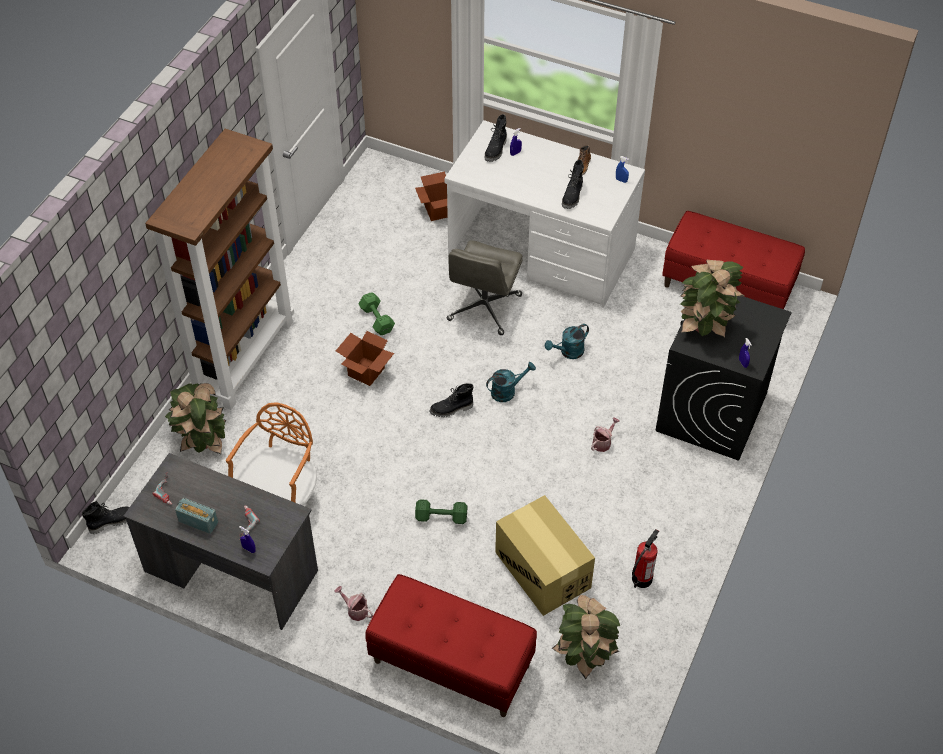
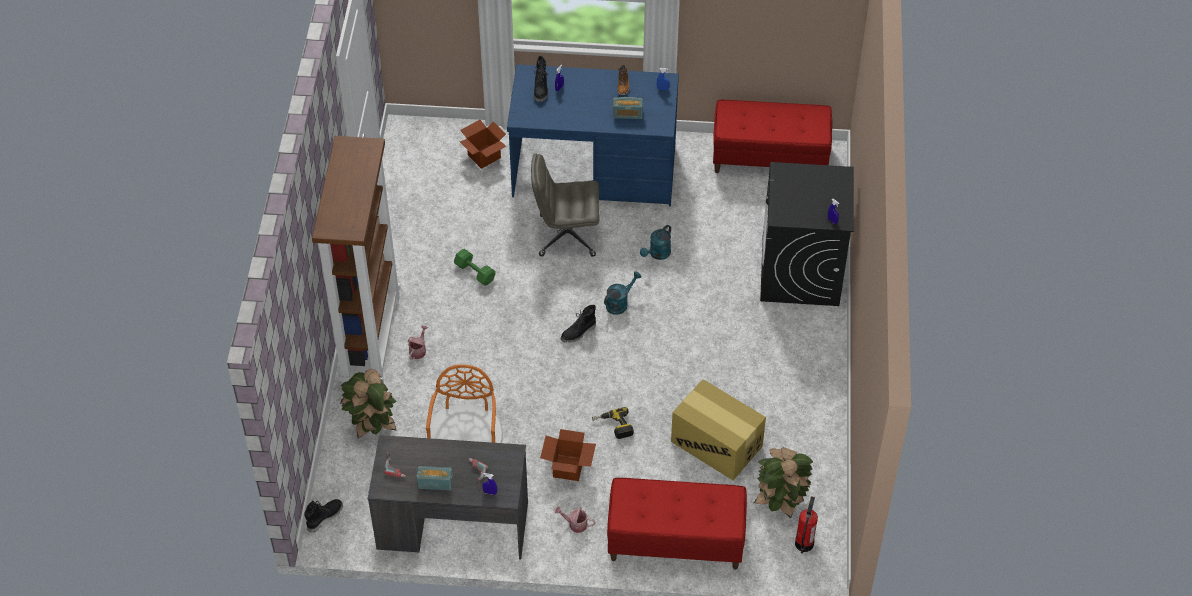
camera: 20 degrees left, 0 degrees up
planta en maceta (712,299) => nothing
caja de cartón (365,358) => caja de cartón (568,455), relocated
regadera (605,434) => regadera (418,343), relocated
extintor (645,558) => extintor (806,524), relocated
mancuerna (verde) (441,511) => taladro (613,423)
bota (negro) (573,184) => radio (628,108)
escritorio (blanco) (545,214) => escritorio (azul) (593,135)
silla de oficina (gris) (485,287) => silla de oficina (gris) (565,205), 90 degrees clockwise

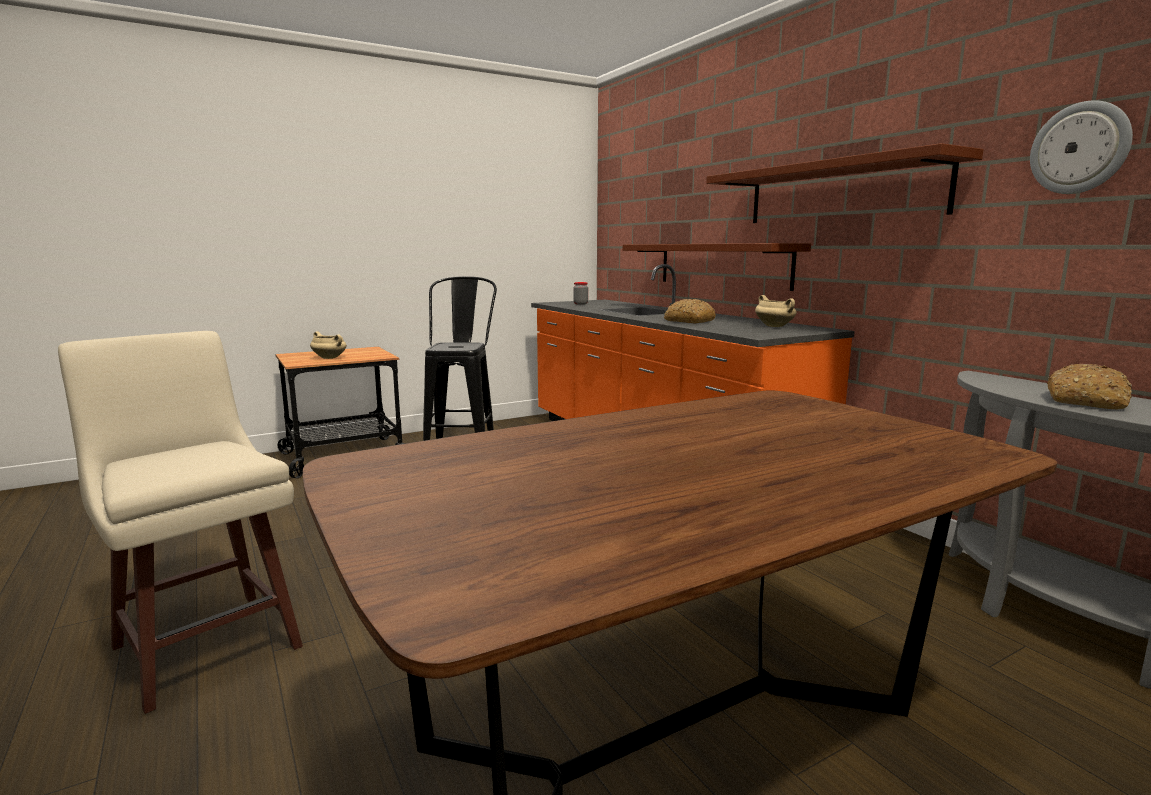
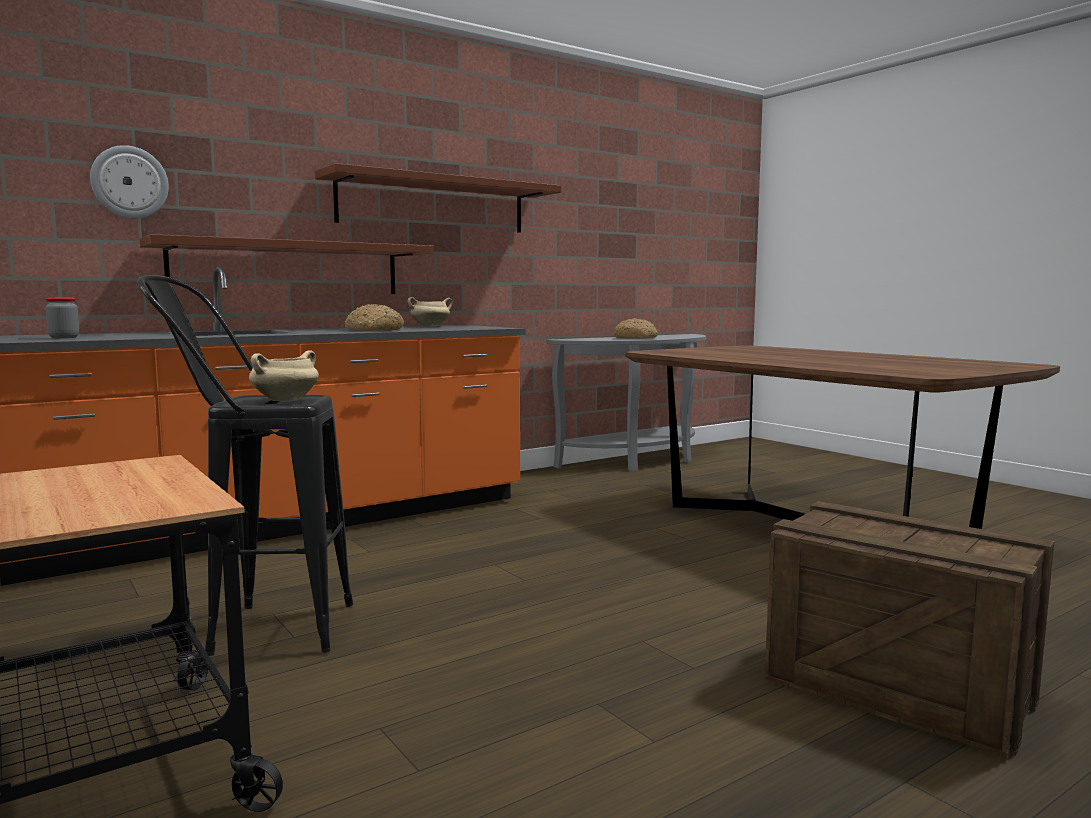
camera: 95 degrees left, 5 degrees down
olla (beis) (328,345) => olla (beis) (284,376), relocated
reloj de pared (1081,147) => reloj de pared (129,181), relocated
taburete (beis) (180,522) => caja de embalaje (910,629)

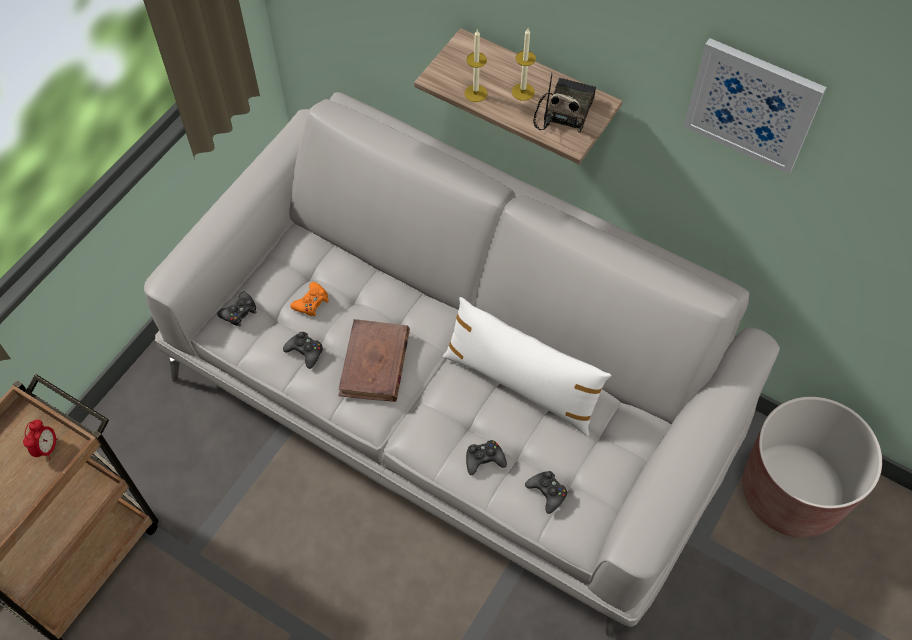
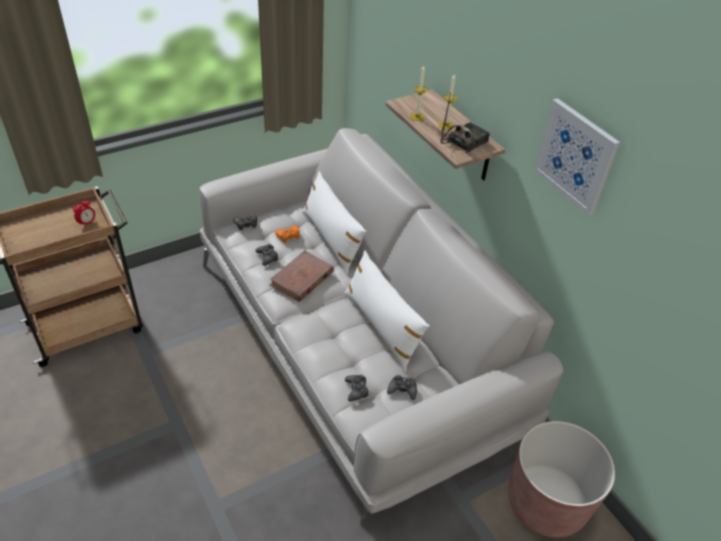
camera: 25 degrees right, 15 degrees down
nothing => cojín (blanco) (334,223)
mando de consola (negro) (486,457) => mando de consola (negro) (402,387), relocated

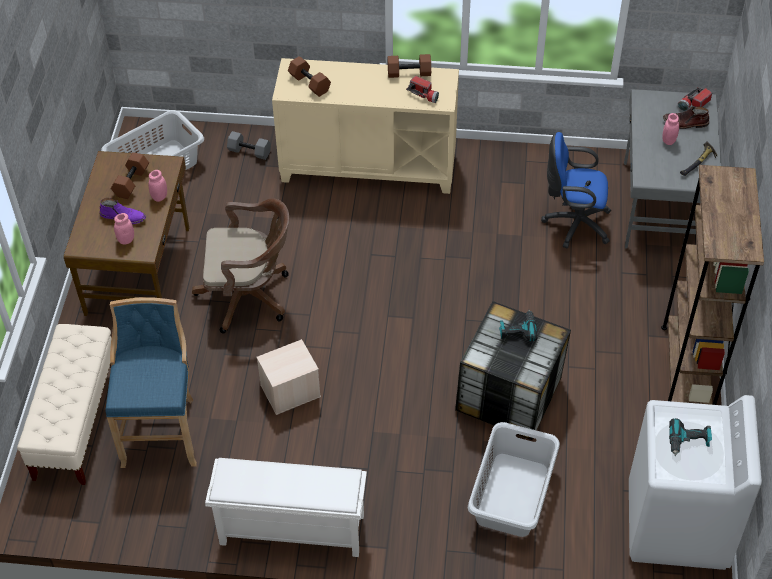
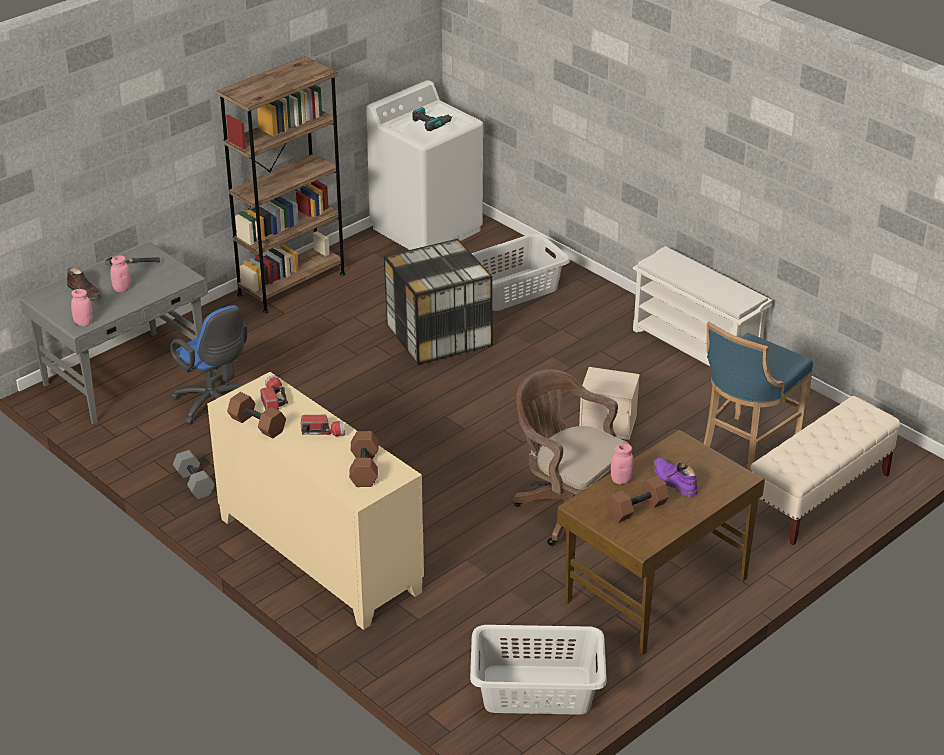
camera: 140 degrees left, 15 degrees down
taladro (518,326) => nothing
tarro (rosa) (124,228) => tarro (rosa) (82,307), relocated
mancuerna (gris) (249,145) => mancuerna (gris) (194,474), relocated
linterna (695,99) => linterna (323,425), relocated

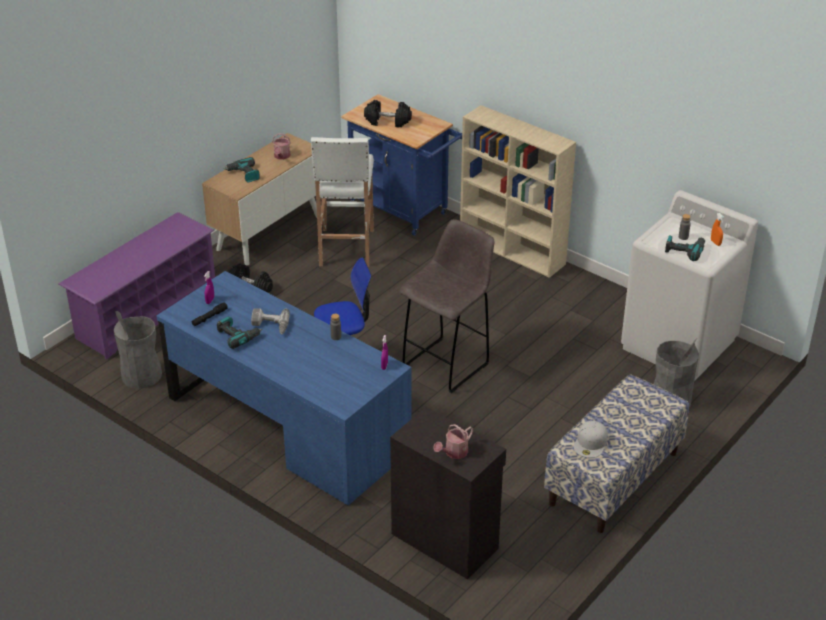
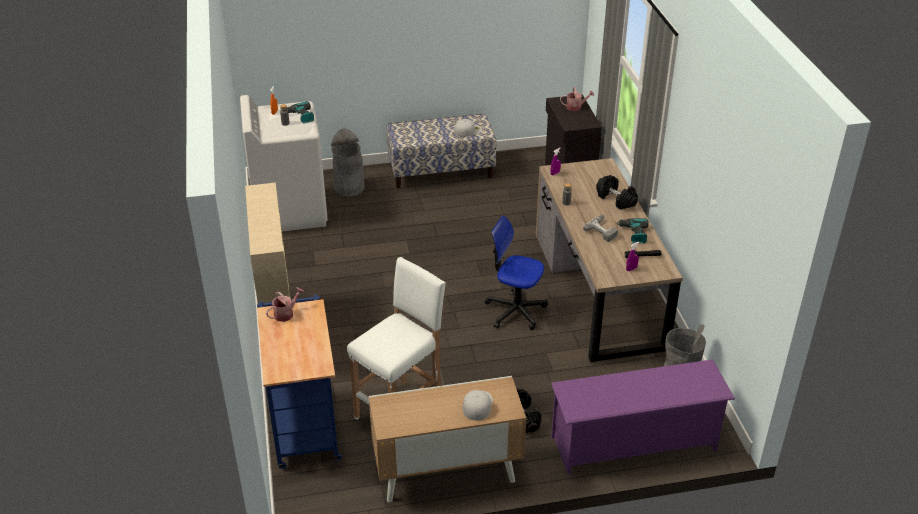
camera: 140 degrees left, 0 degrees up
taburete (gris) (446,306) => nothing
regadera (281,146) => regadera (285,304), relocated
mancuerna (negro) (388,113) => mancuerna (negro) (617,192), relocated
taladro (242,169) => gorra (blanco) (478,405)
escritorio (azul) (284,388) => escritorio (marrón) (609,260)

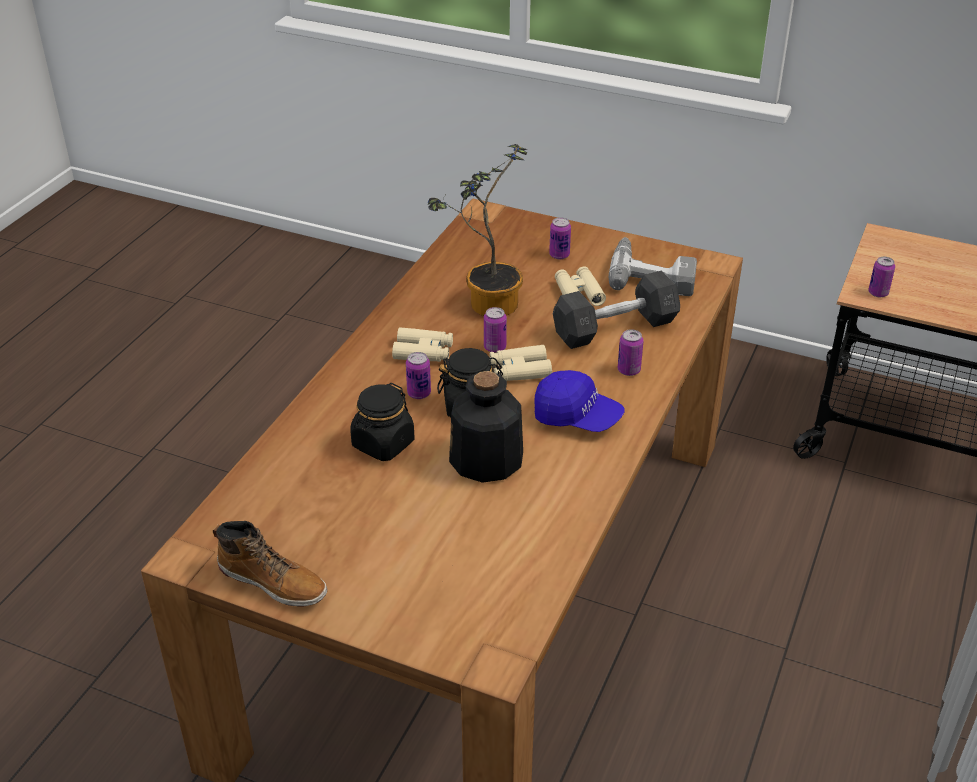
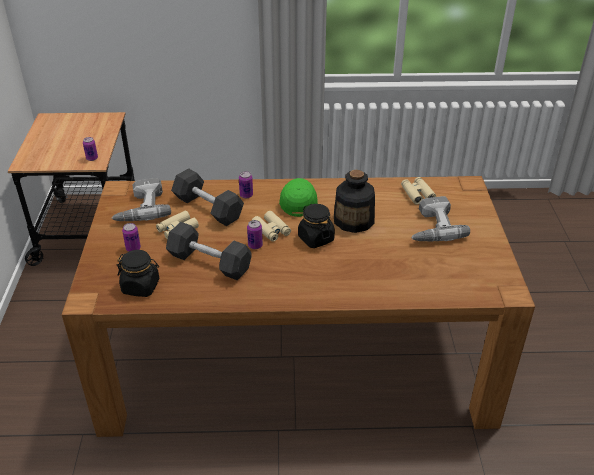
camera: 115 degrees left, 0 degrees up
bota (270,564) => nothing
lata (418,375) => nothing
nothing => taladro (440,218)
tarro (negro) (382,422) => tarro (negro) (138,273), relocated
prismáticos (beis) (422,344) => prismáticos (beis) (418,191), relocated
planta en maceta (477,230) => mancuerna (gris) (209,251)
gorra (azul) (579,401) => gorra (verde) (298,197)

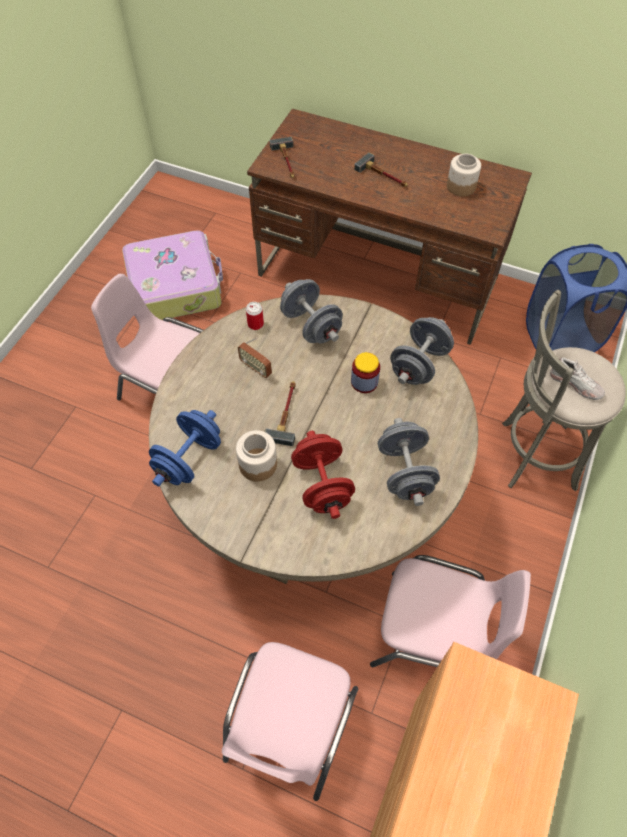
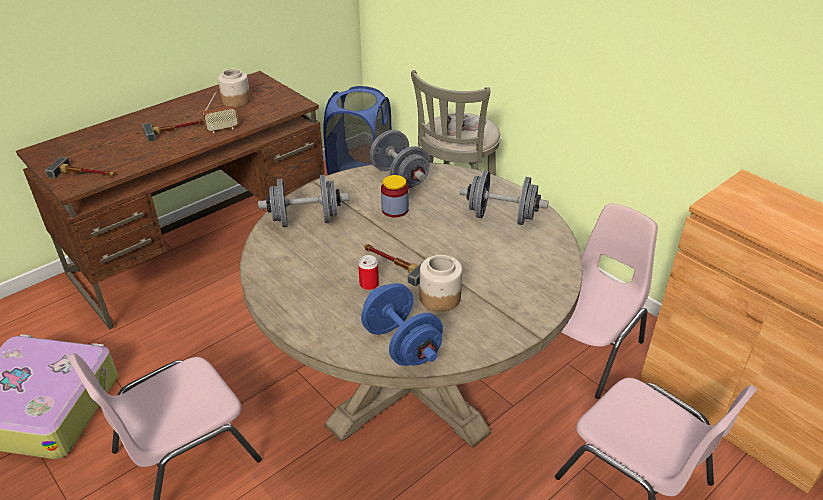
camera: 65 degrees left, 20 degrees down
mancuerna (rojo) (323,475) => nothing
radio (255,358) => radio (220,112), relocated
lata (255,316) => lata (368,272), relocated

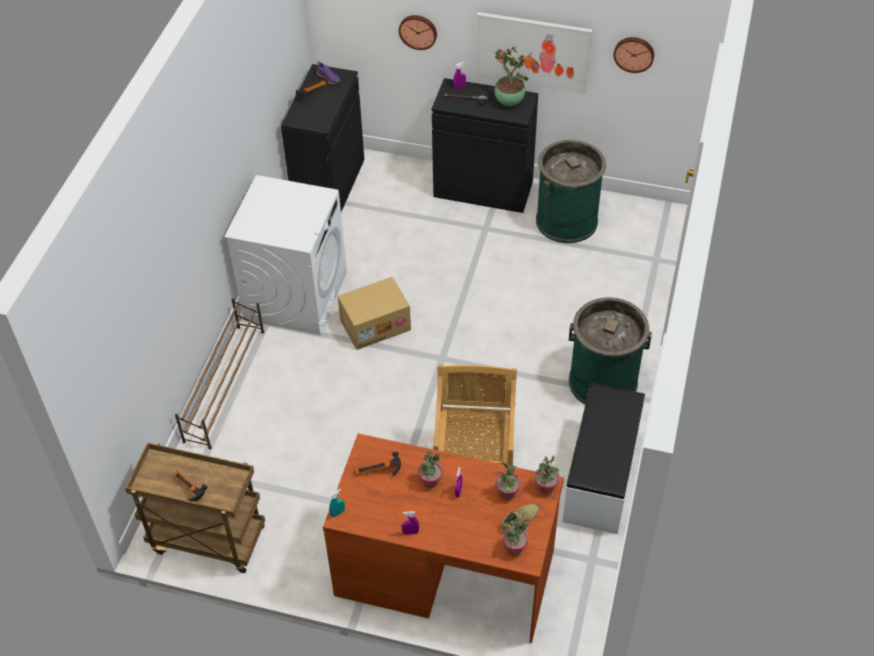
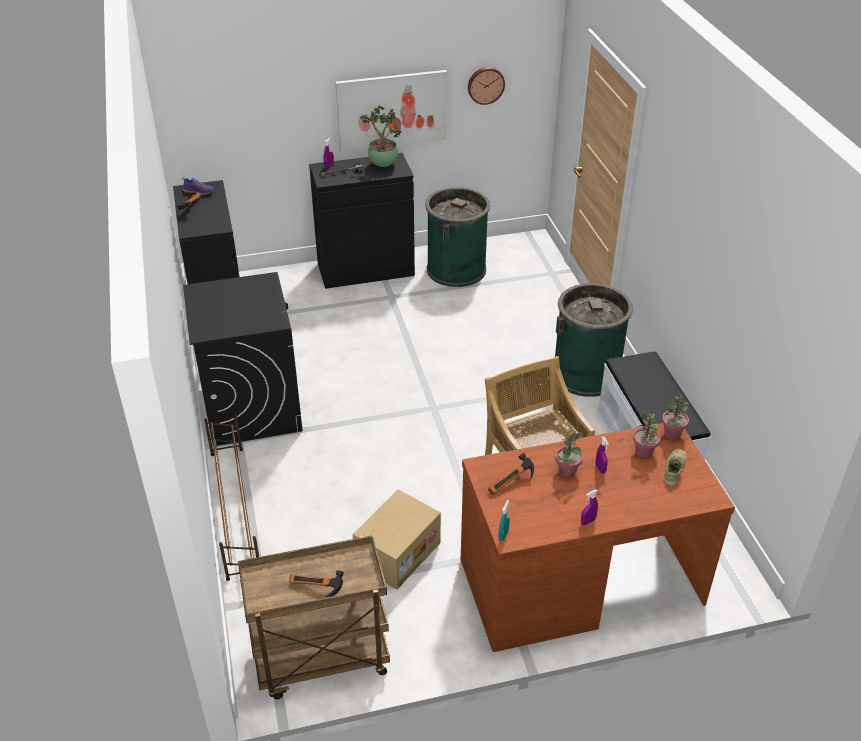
camera: 30 degrees left, 10 degrees down
reloj de pared (418,32) => nothing
planta en maceta (515,536) => nothing
caja de cartón (374,313) => caja de cartón (397,540), relocated
lavadora (blanco) (285,255) => lavadora (negro) (243,359)

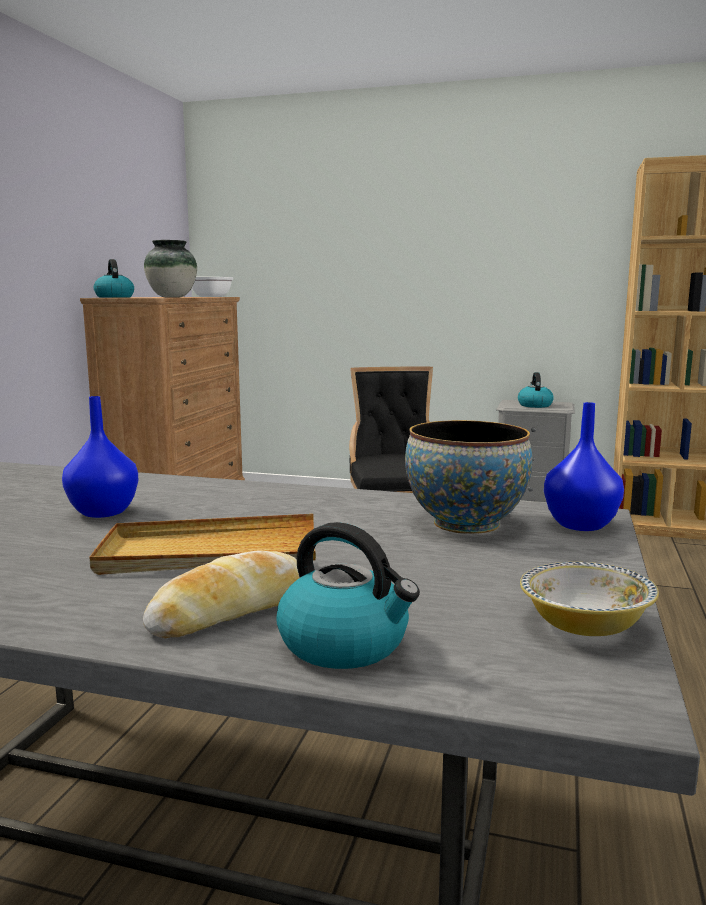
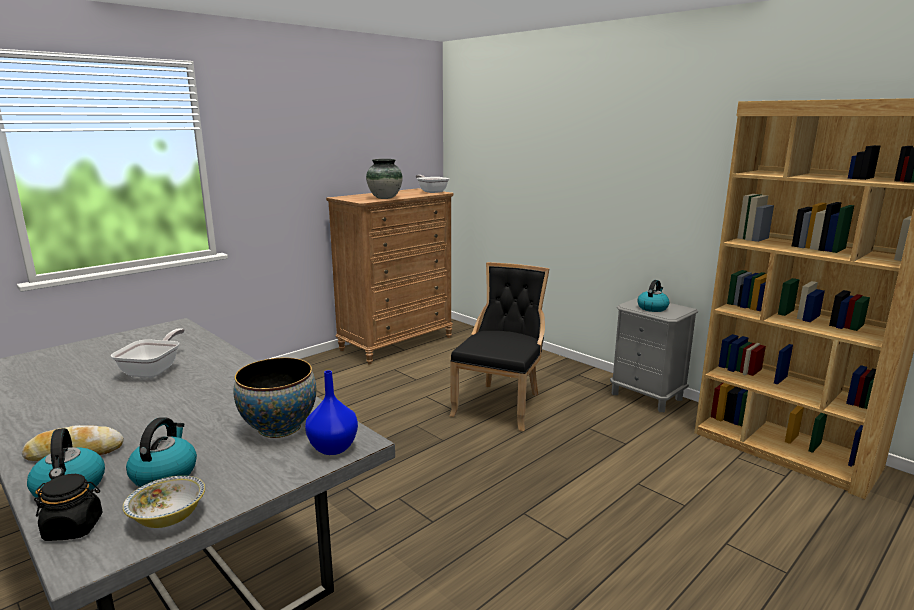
camera: 30 degrees right, 5 degrees up
bandeja (beis) (202,544) => nothing
nothing => tarro (negro) (68,507)
hervidor (114,278) => hervidor (161,452), relocated
florero (azul) (100,457) => sartén (148,353)

